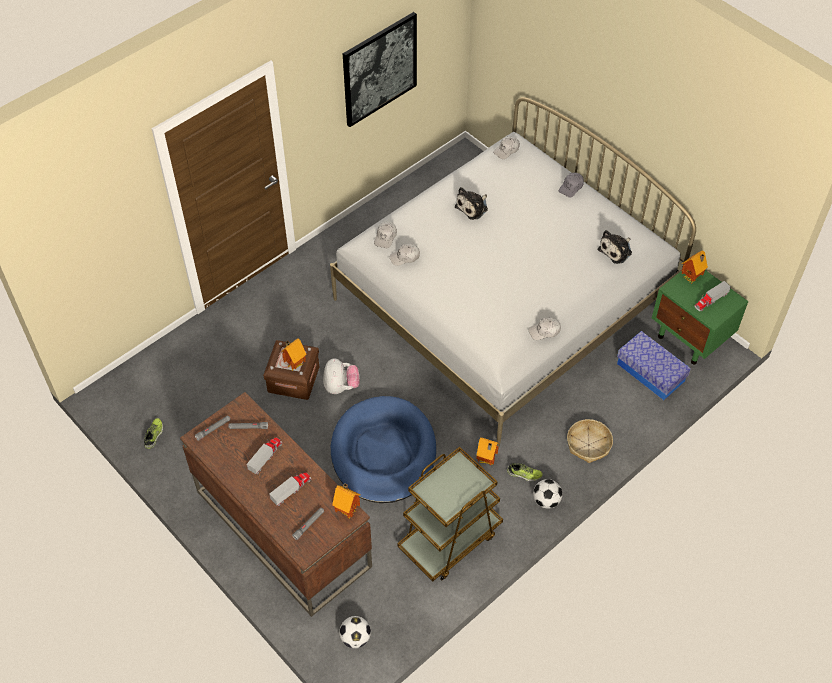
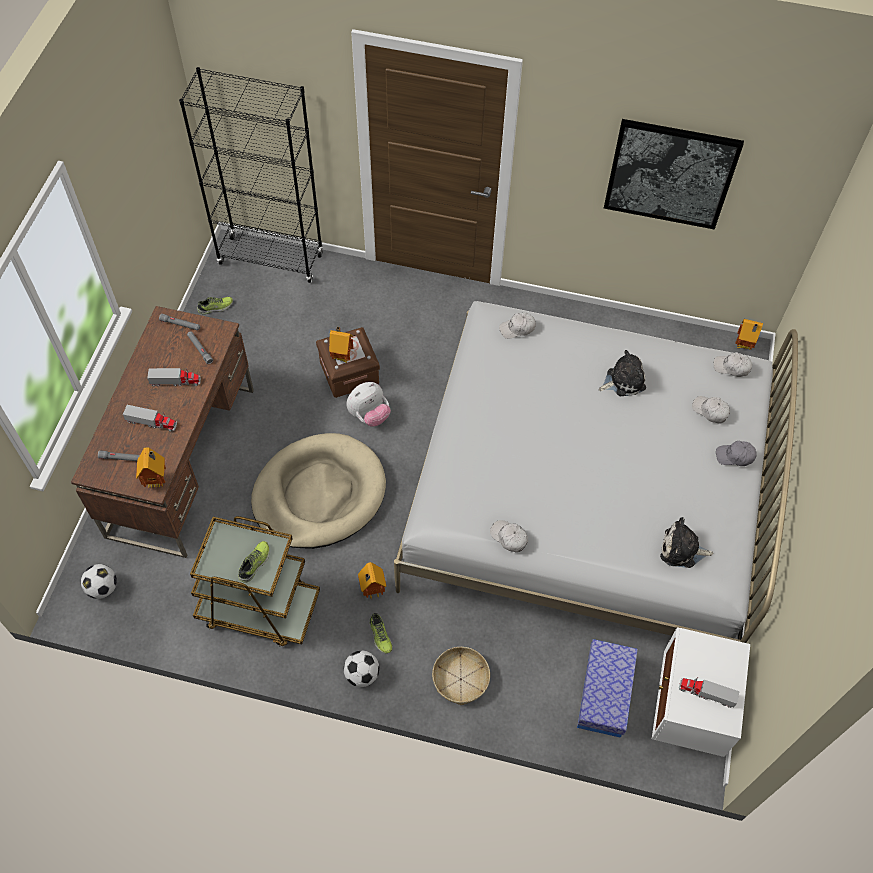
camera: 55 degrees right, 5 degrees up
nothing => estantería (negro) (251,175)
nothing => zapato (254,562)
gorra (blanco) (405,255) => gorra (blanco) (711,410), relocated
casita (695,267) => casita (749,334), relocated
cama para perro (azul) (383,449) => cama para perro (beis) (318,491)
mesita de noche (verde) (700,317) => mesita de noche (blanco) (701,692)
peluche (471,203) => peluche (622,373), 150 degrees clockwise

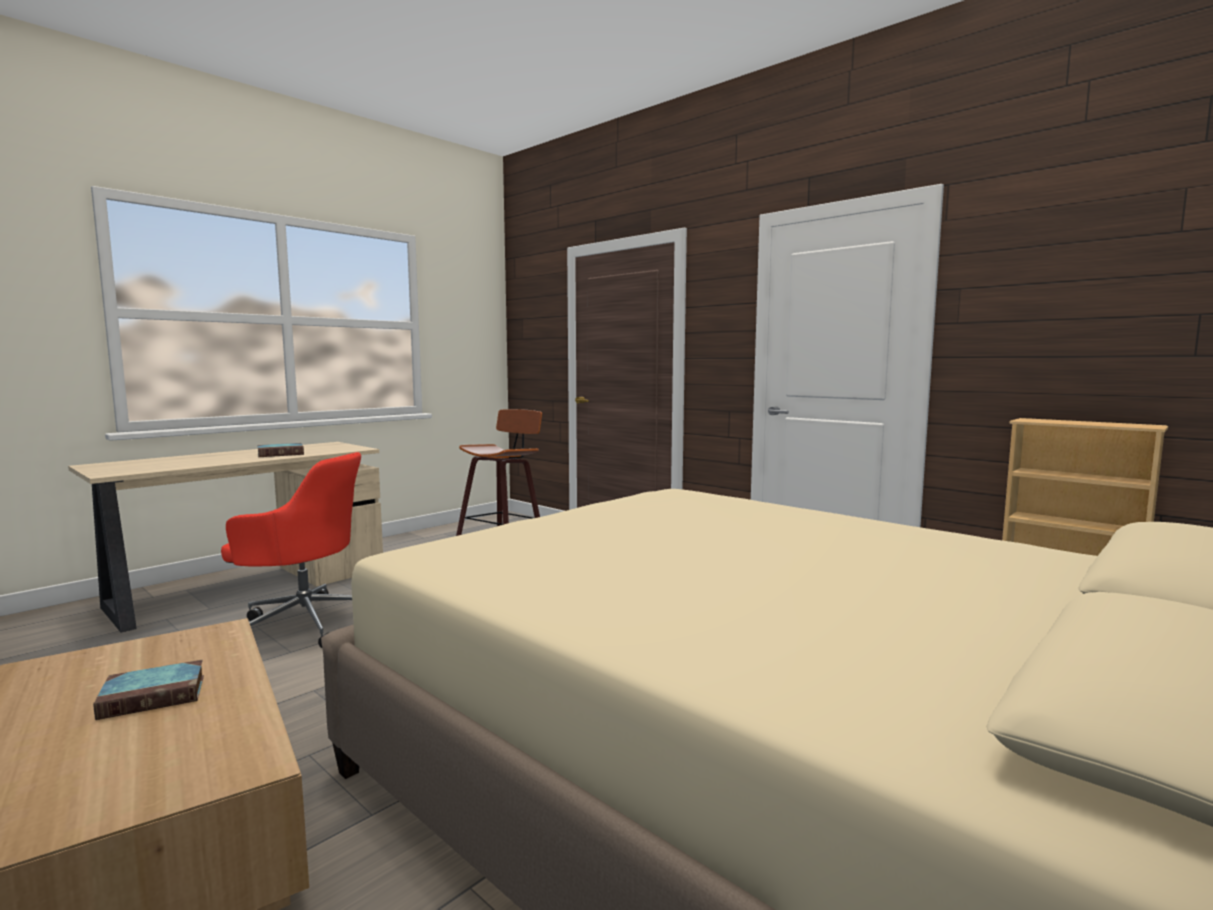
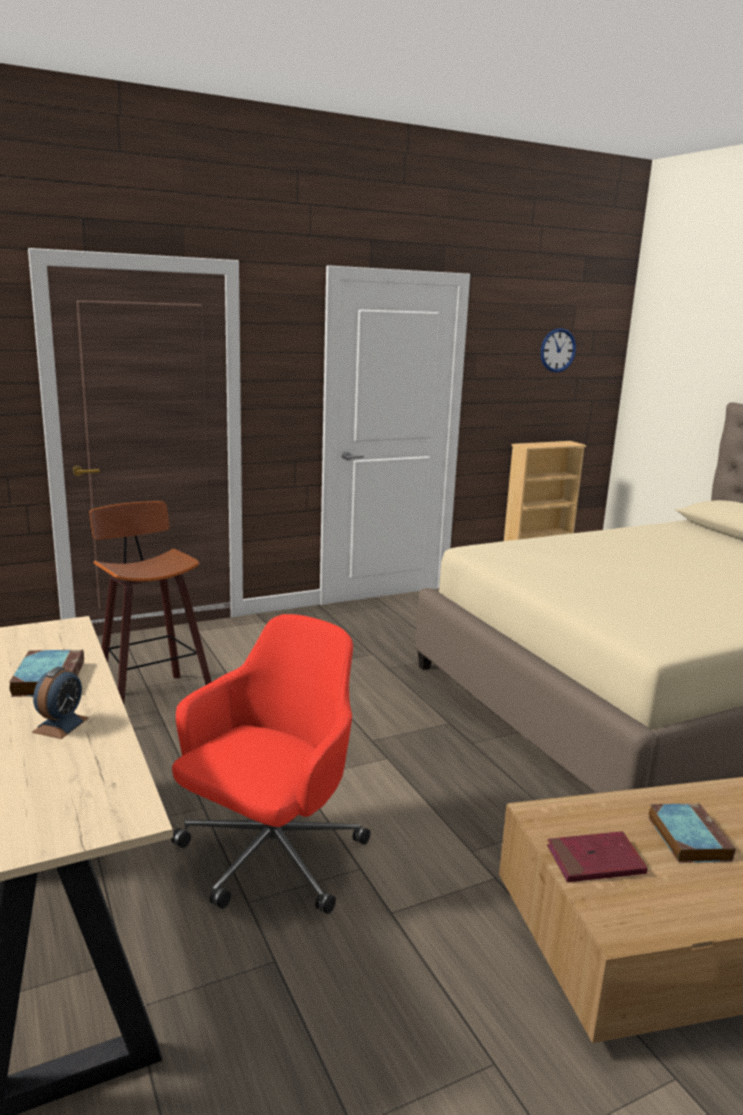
camera: 70 degrees left, 10 degrees up
nothing => despertador (60,703)
nothing => reloj de pared (558,350)
nothing => libro (rojo) (597,856)

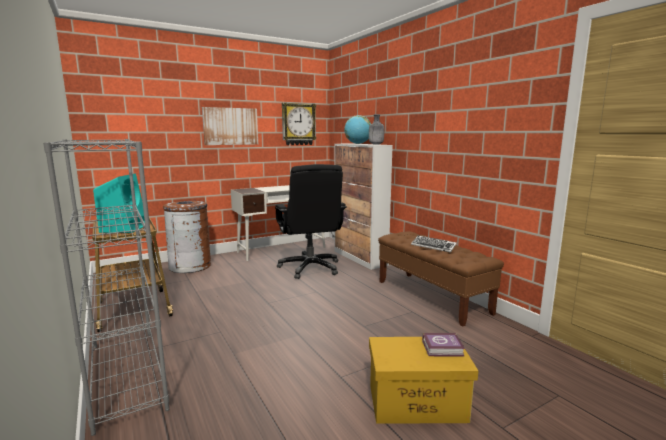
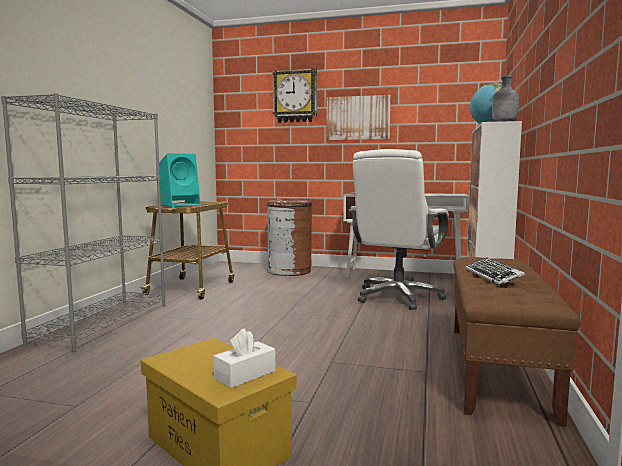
camera: 45 degrees right, 5 degrees down
reloj de pared (299,124) => reloj de pared (294,95), relocated
libro (443,345) => caja de pañuelos (blanco) (244,358)
silla de oficina (negro) (311,221) => silla de oficina (blanco) (399,229)

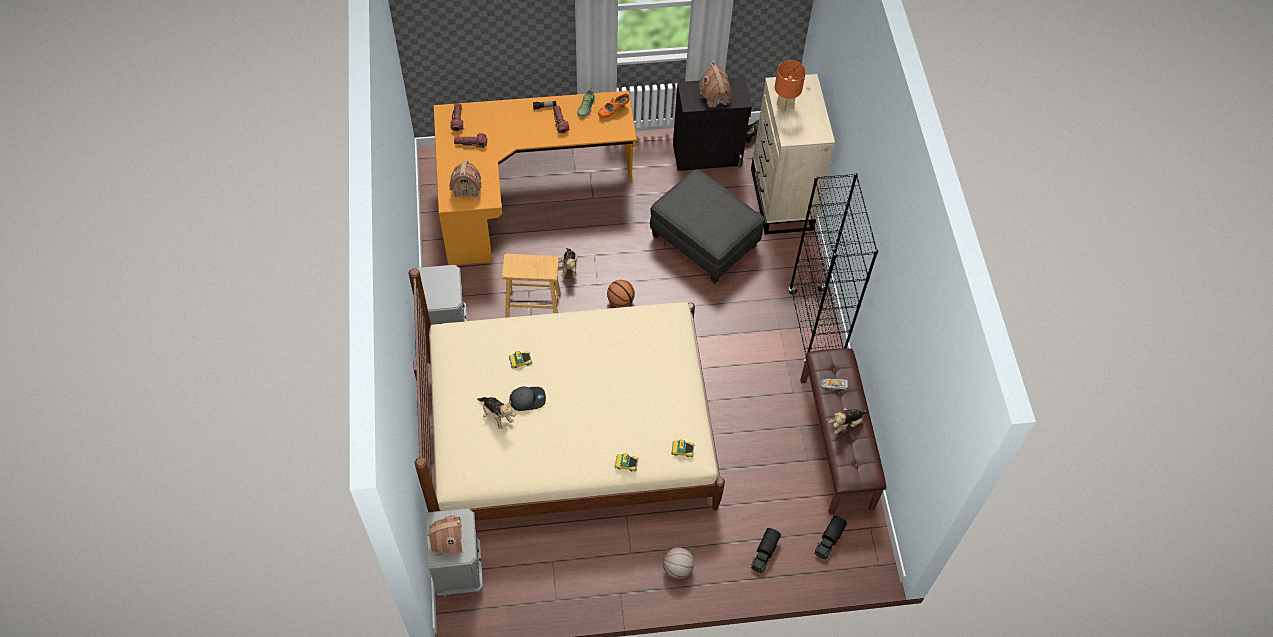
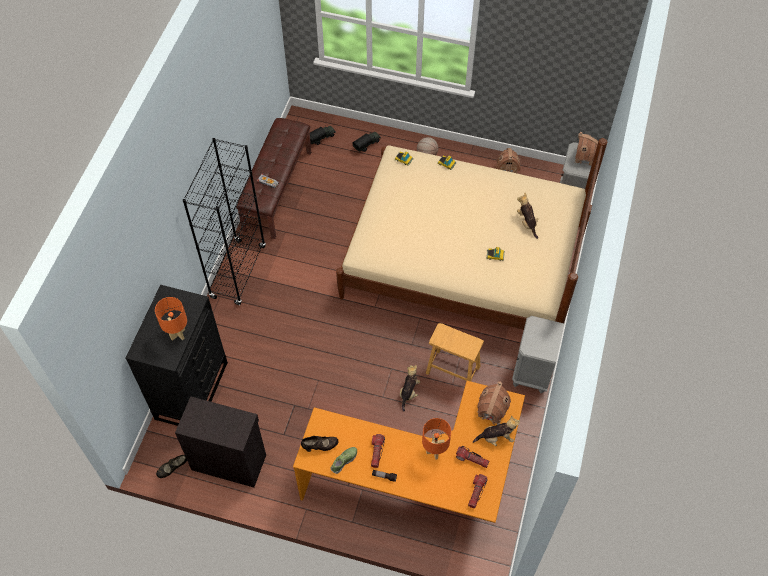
camera: 155 degrees left, 0 degrees up
gorra (gris) (527,398) => nothing
balón de baloncesto (621,293) => nothing
puf (gris) (707,226) => nothing
nothing => lámpara de mesa (naranja) (436,439)
casita (714,84) => casita (508,160), relocated
peluche (848,421) => peluche (496,430), relocated
zapato (naranja) (613,106) => zapato (negro) (320,444)
cómoda (beis) (793,154) => cómoda (negro) (177,355)

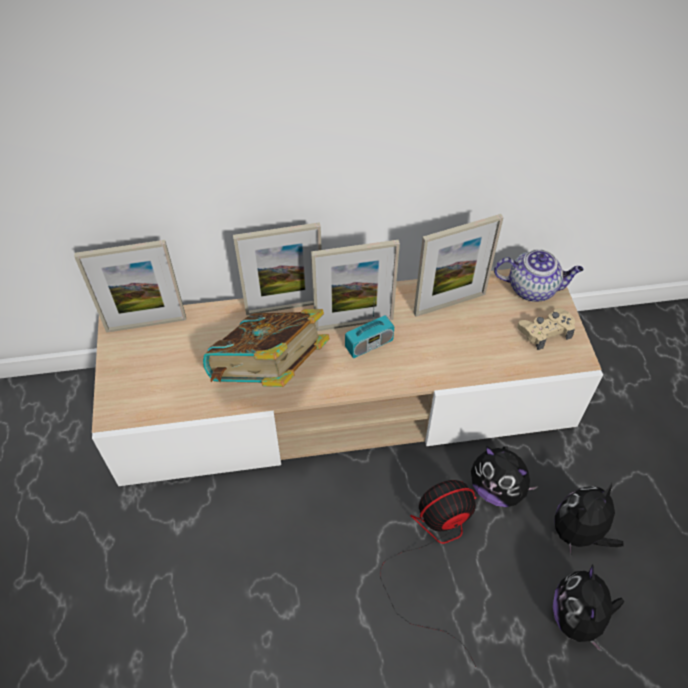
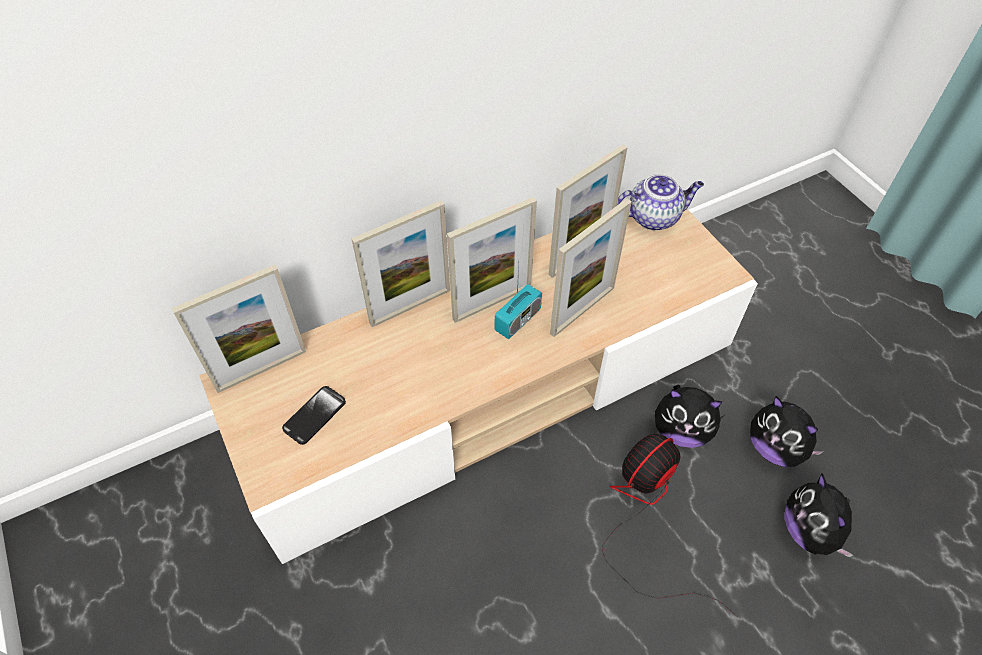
camera: 20 degrees left, 0 degrees up
libro (266,348) => nothing
mando de consola (beis) (546,329) => nothing
nothing => móvil (314,415)
nothing => portarretratos (591,268)
peluche (589,519) => peluche (787,431), 75 degrees counterclockwise

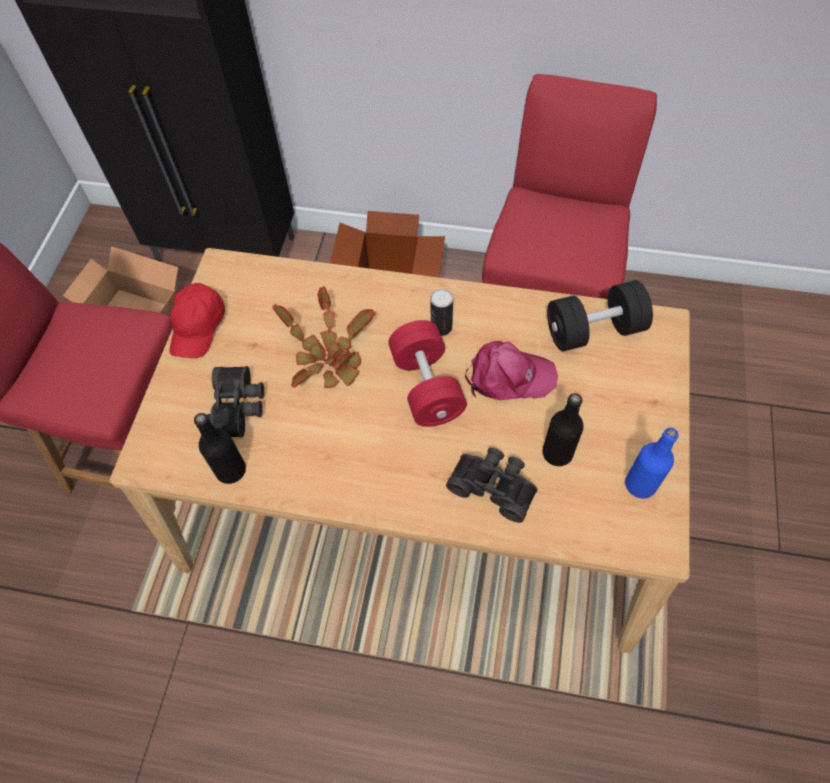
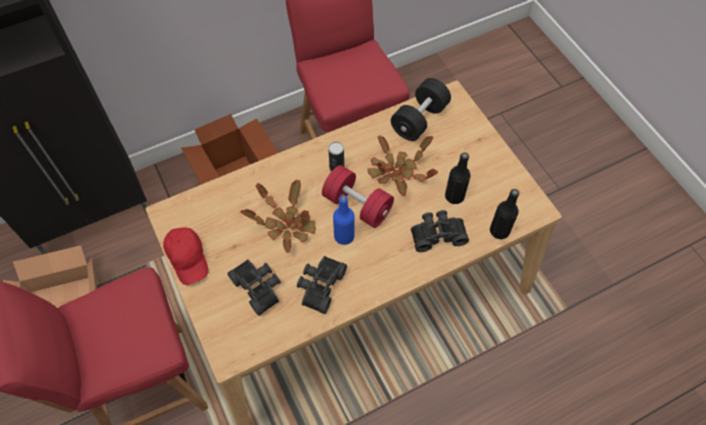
camera: 40 degrees left, 0 degrees up
nothing => prismáticos (negro) (322,285)
botella (negro) (220,448) => botella (negro) (504,214), relocated
botella (azul) (652,463) => botella (azul) (344,220), relocated
gorra (rosa) (511,370) => planta en maceta (402,165)

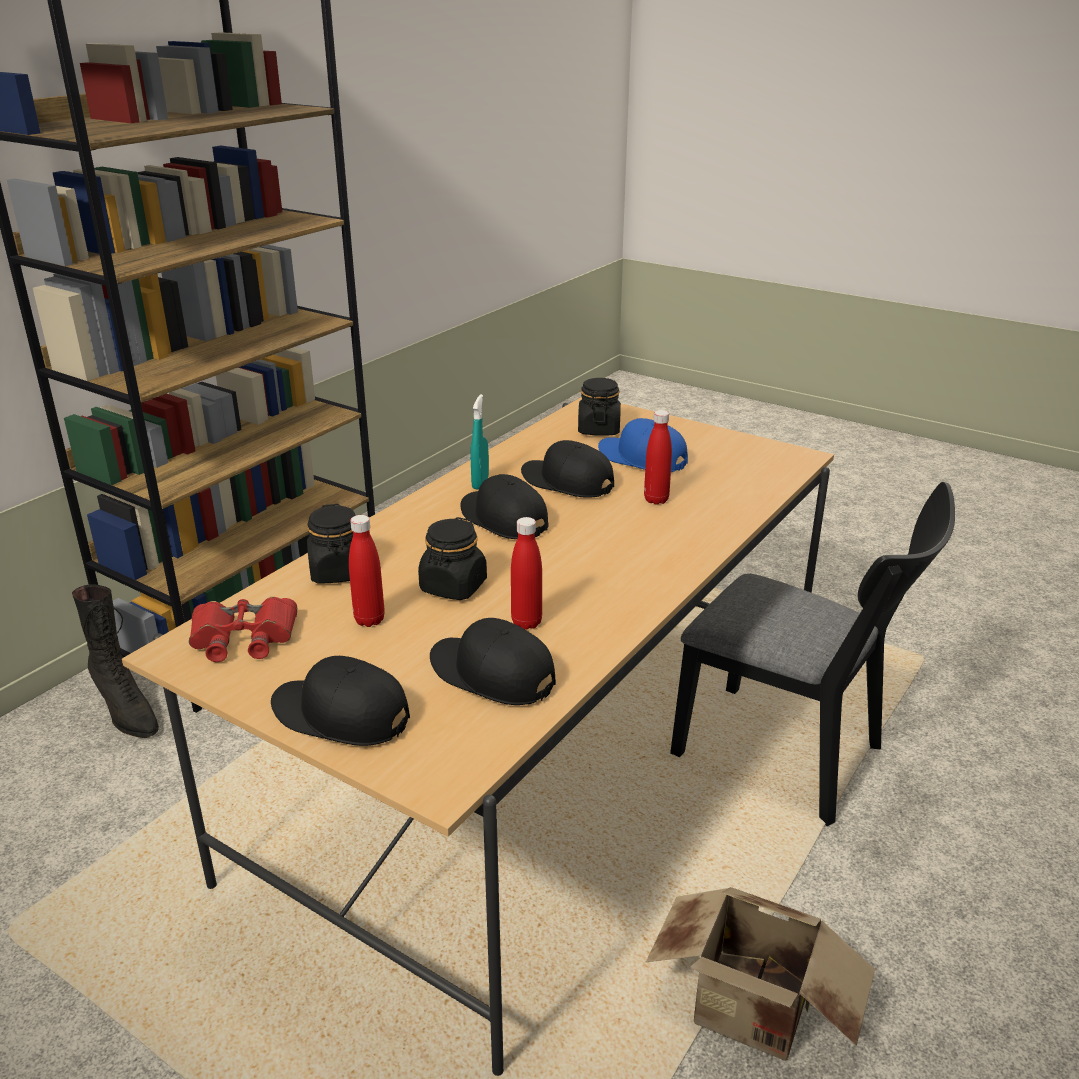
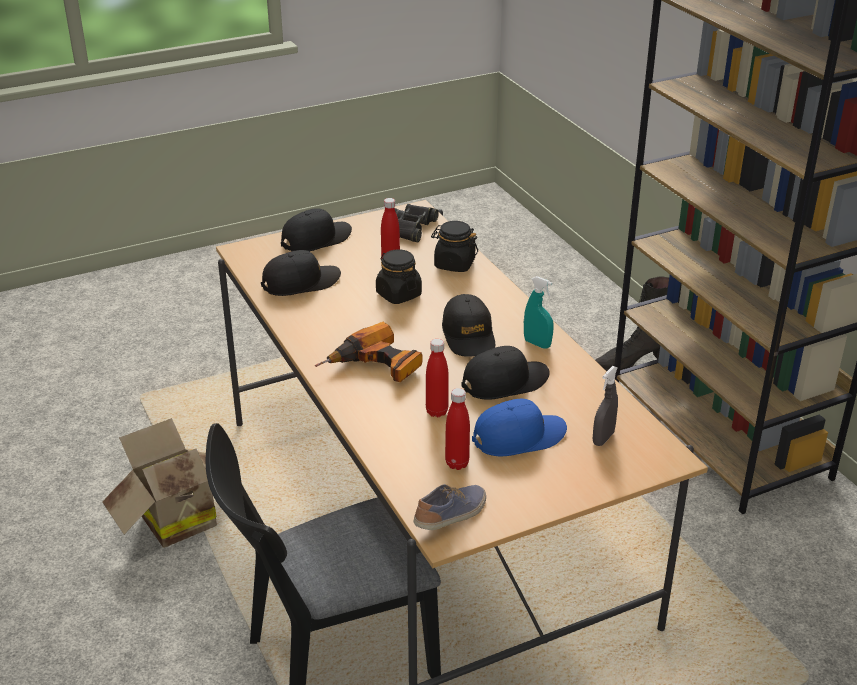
camera: 120 degrees right, 5 degrees up
nothing => taladro (369,352)
nothing => zapato (450,507)
botella (rojo) (526,573) => botella (rojo) (457,429), relocated
tarro (negro) (599,407) => pulverizador (gris) (605,406)
prismáticos (rojo) (243,629) => prismáticos (negro) (417,223)
gorra (negro) (504,506) => gorra (negro) (468,325), 90 degrees clockwise

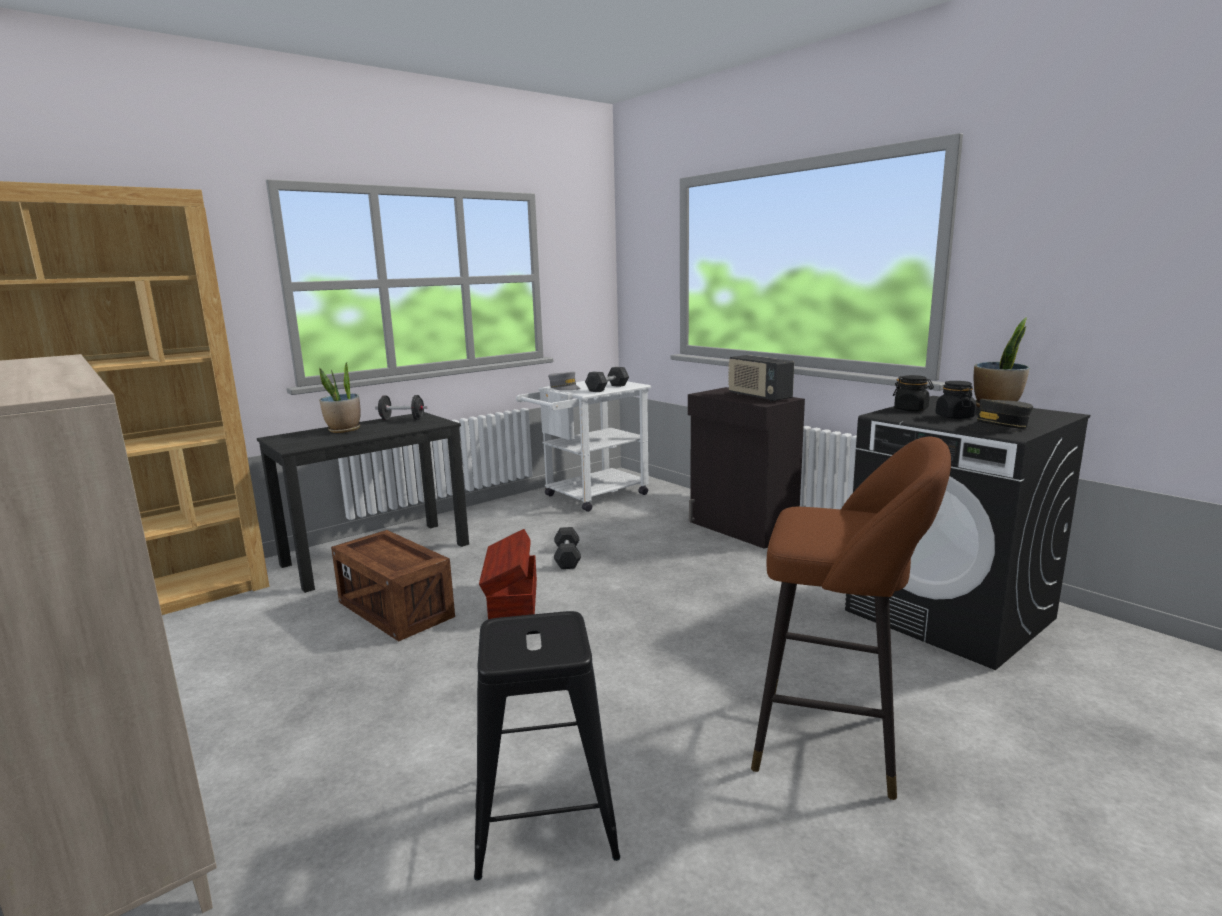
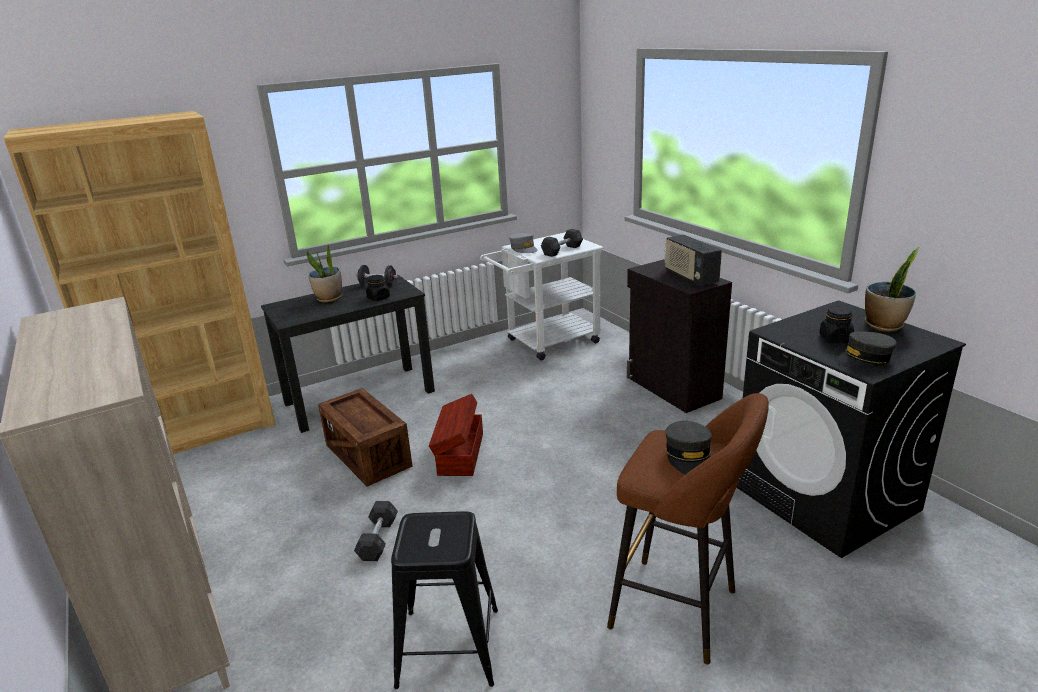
camera: 10 degrees right, 10 degrees up
nothing => gorra (gris) (688,448)
mancuerna (gris) (567,548) => mancuerna (gris) (376,531), relocated
tarro (negro) (913,393) => tarro (negro) (378,288), relocated

